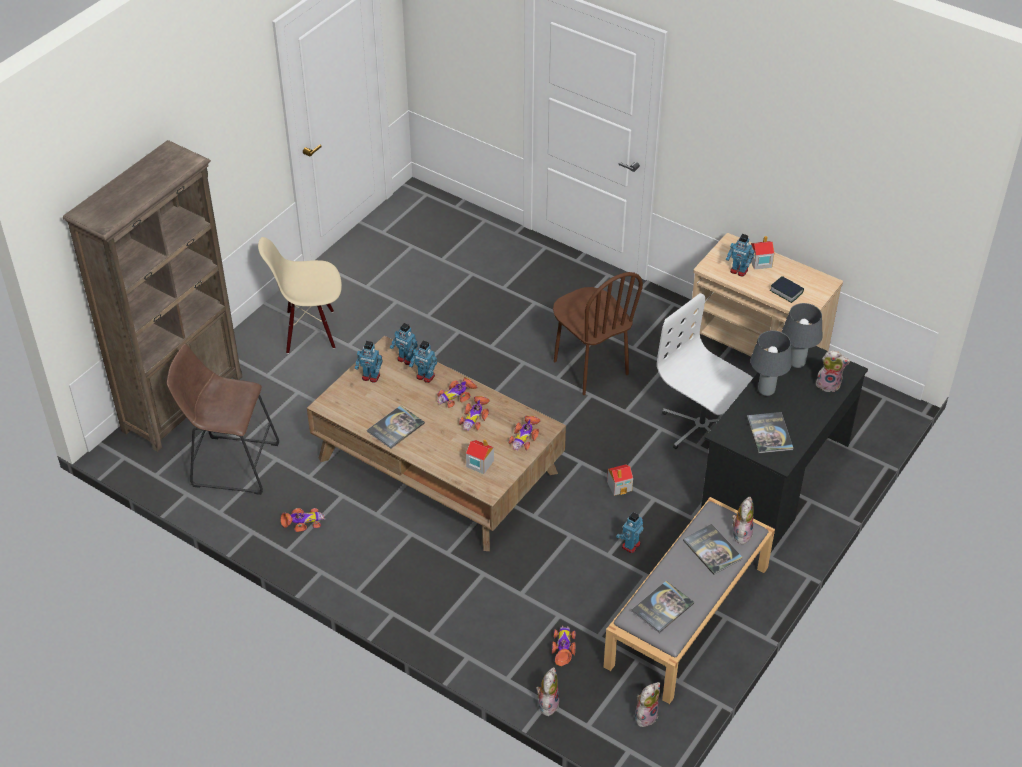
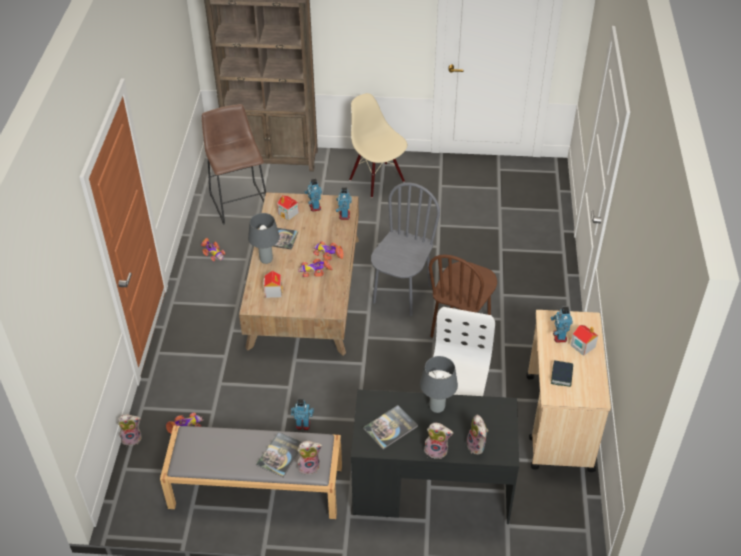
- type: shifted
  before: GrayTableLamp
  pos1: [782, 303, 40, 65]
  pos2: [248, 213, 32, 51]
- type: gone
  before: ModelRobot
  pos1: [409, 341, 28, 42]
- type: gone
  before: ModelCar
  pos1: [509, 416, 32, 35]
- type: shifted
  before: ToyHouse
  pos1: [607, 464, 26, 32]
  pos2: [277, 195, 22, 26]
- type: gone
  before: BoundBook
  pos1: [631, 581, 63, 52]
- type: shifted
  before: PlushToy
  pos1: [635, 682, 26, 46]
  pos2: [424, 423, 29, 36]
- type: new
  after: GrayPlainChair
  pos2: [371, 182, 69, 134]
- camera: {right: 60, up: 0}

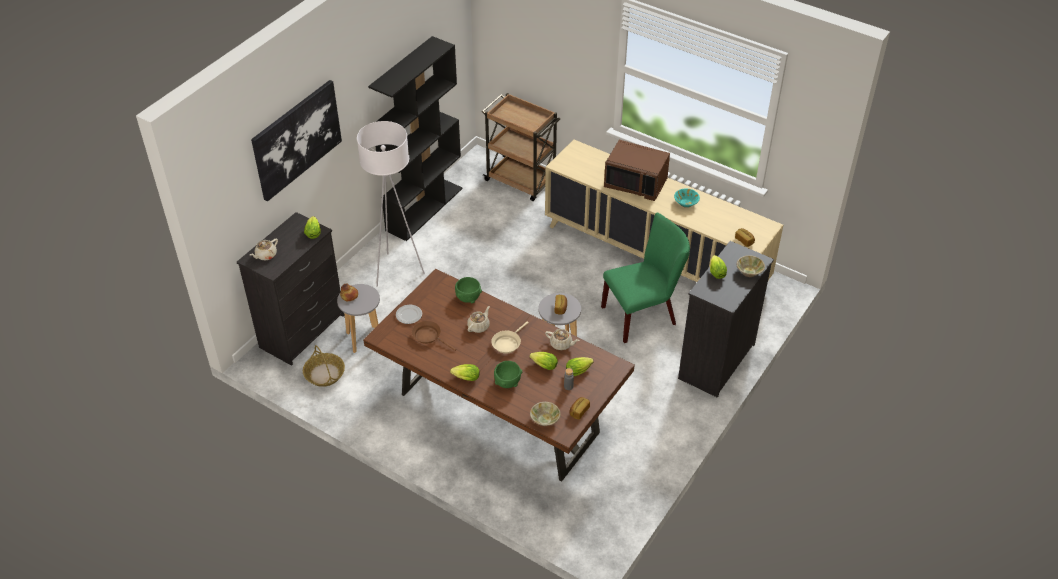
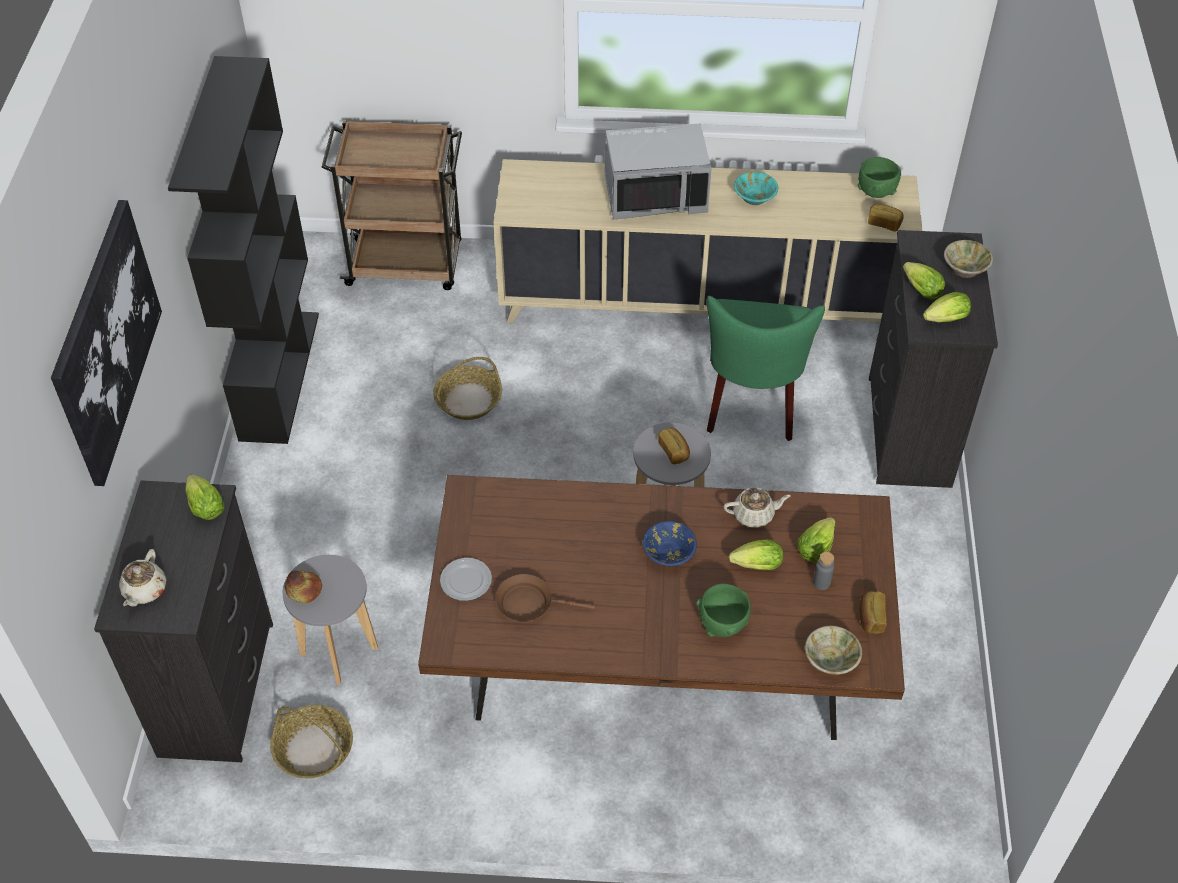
- type: gone
  before: WhiteStandingLamp
  pos1: [357, 121, 68, 166]
- type: repainted
  before: BrownColouredKitchenMicrowave
  after: GrayKitchenMicrowave
  pos1: [604, 139, 66, 62]
  pos2: [605, 123, 107, 97]
- type: rotated
  before: GreenPlainChair
  pos1: [601, 212, 89, 131]
  pos2: [707, 296, 118, 145]
  turn: 150
- type: shifted
  before: GreenDeepDish
  pos1: [455, 277, 27, 26]
  pos2: [858, 157, 43, 41]
- type: gone
  before: BeigeColouredTeapot
  pos1: [467, 306, 23, 27]
- type: swapped
  before: BeigeColouredPan
  after: BluishDeepDish
  pos1: [491, 321, 38, 33]
  pos2: [643, 521, 54, 45]
- type: shifted
  before: Lettuce
  pos1: [450, 364, 30, 17]
  pos2: [923, 292, 48, 30]
- type: new
  after: HouseholdBasket
  pos2: [433, 357, 69, 63]
- camera: {right: -30, up: 5}

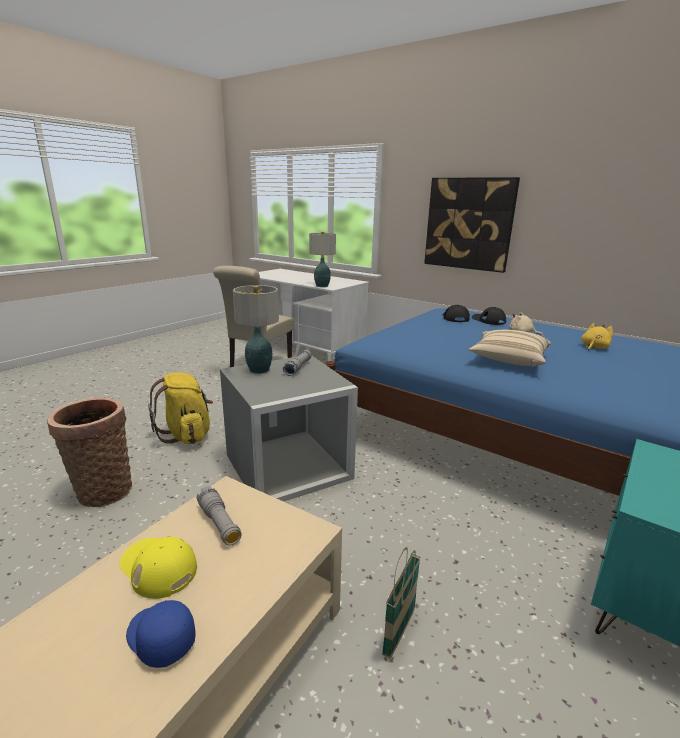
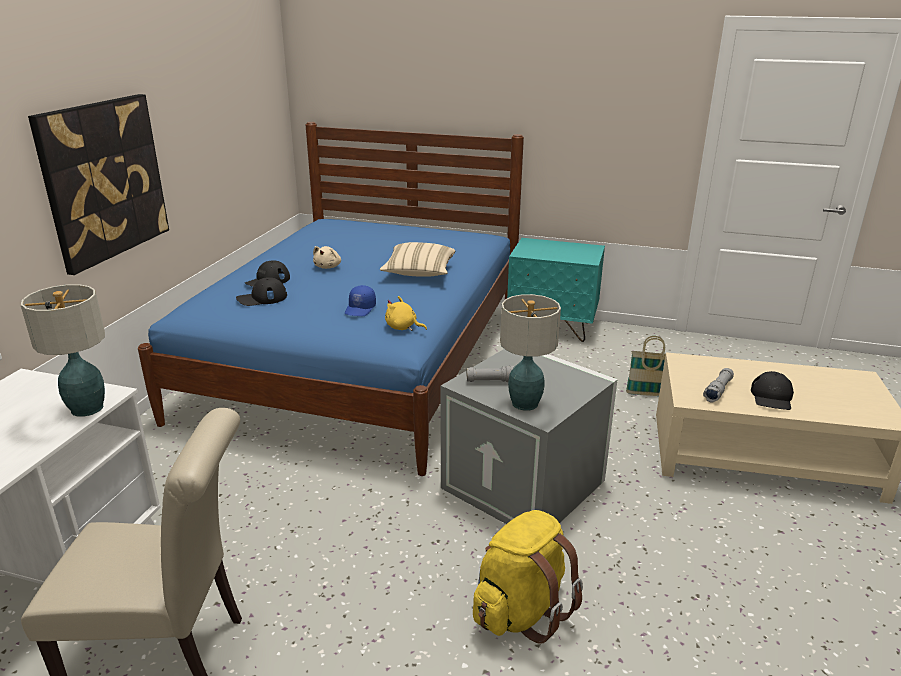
- type: shifted
  before: YellowColouredPlushToy
  pos1: [581, 323, 32, 27]
  pos2: [385, 296, 42, 35]
- type: gone
  before: HouseholdBasket
  pos1: [47, 397, 85, 110]
- type: repainted
  before: YellowColouredCap
  after: BlackColouredCap
  pos1: [120, 537, 77, 62]
  pos2: [751, 371, 43, 39]
- type: shifted
  before: BluishCap
  pos1: [126, 600, 70, 68]
  pos2: [345, 285, 31, 31]
- camera: {right: -110, up: 5}

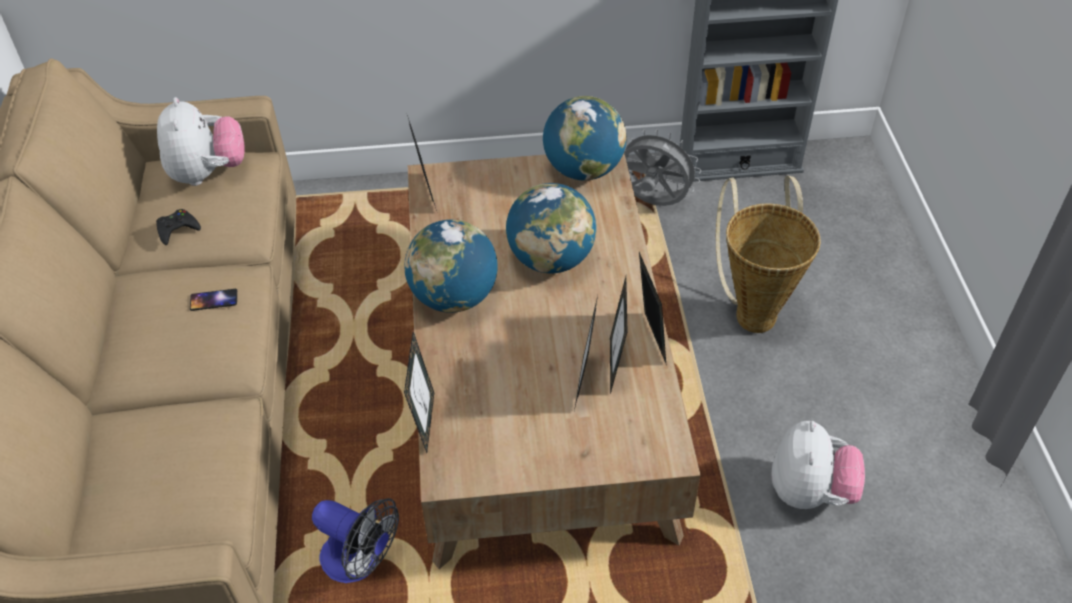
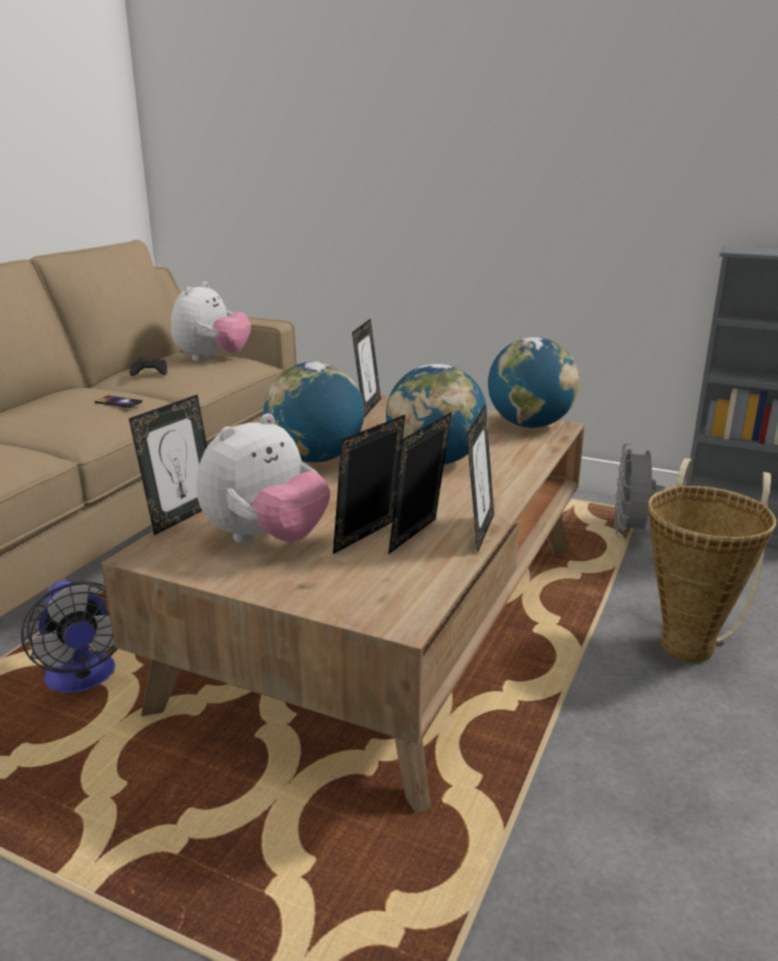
- type: rotated
  before: GrayElectricFan
  pos1: [624, 129, 77, 77]
  pos2: [614, 443, 51, 95]
  turn: -135
- type: shifted
  before: PlushToy
  pos1: [772, 421, 93, 88]
  pos2: [196, 413, 134, 130]
- camera: {right: 30, up: -25}

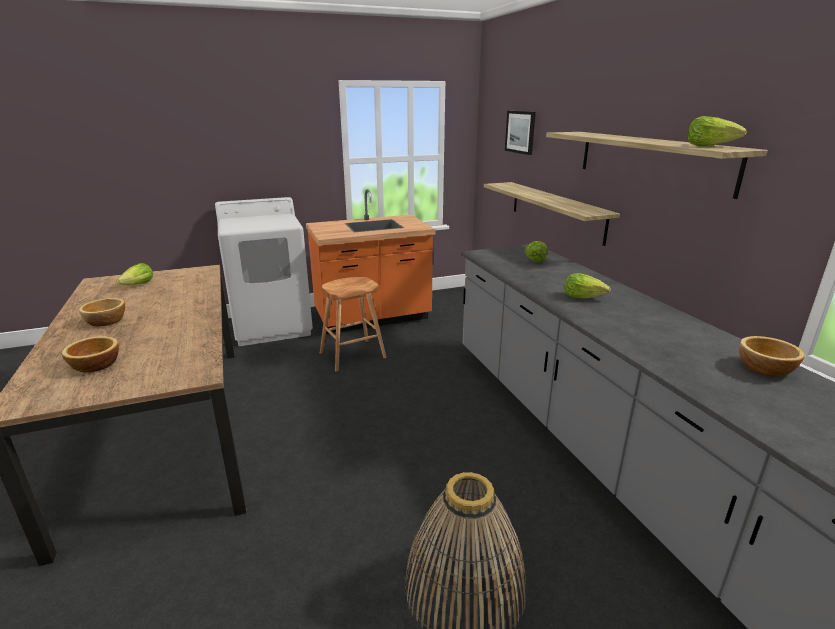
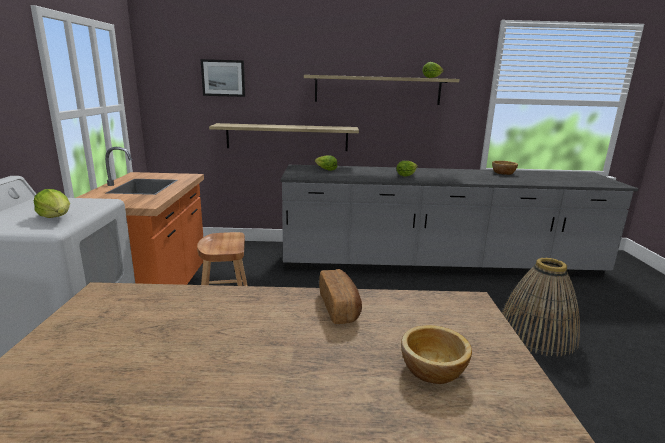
- type: shifted
  before: Lettuce
  pos1: [117, 263, 36, 22]
  pos2: [34, 189, 36, 29]
- type: gone
  before: DeepDish
  pos1: [79, 298, 46, 28]
- type: new
  after: BakedBread
  pos2: [319, 269, 43, 55]
- camera: {right: -70, up: -5}

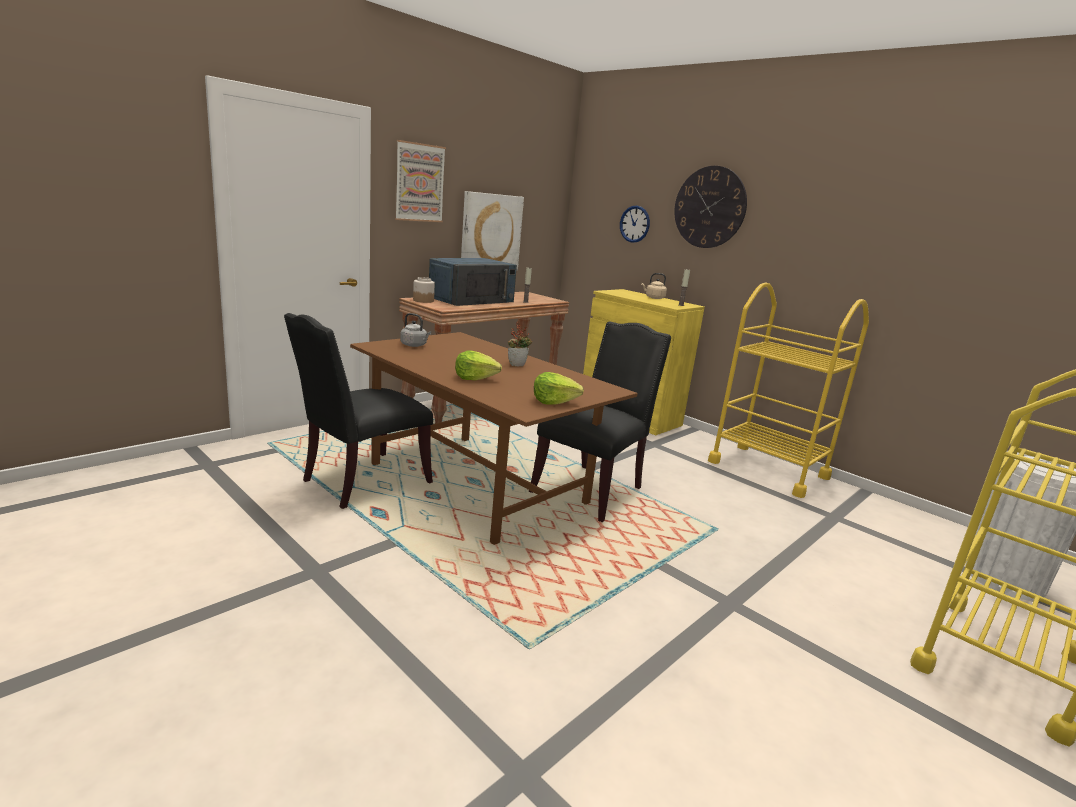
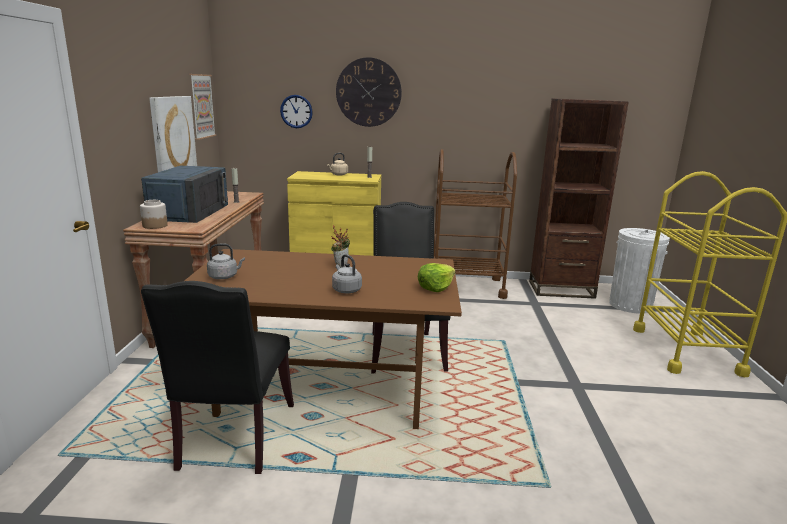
- type: shifted
  before: WallPicture
  pos1: [395, 140, 51, 82]
  pos2: [190, 74, 26, 66]
- type: repainted
  before: YellowColouredTrolley
  after: BrownColouredTrolley
  pos1: [708, 283, 161, 215]
  pos2: [434, 149, 83, 150]
- type: swapped
  before: Lettuce
  after: GrayKettle
  pos1: [455, 351, 47, 29]
  pos2: [332, 254, 30, 39]
- type: new
  after: BrownColouredShelvingUnit
  pos2: [529, 99, 100, 200]
- camera: {right: -40, up: 0}

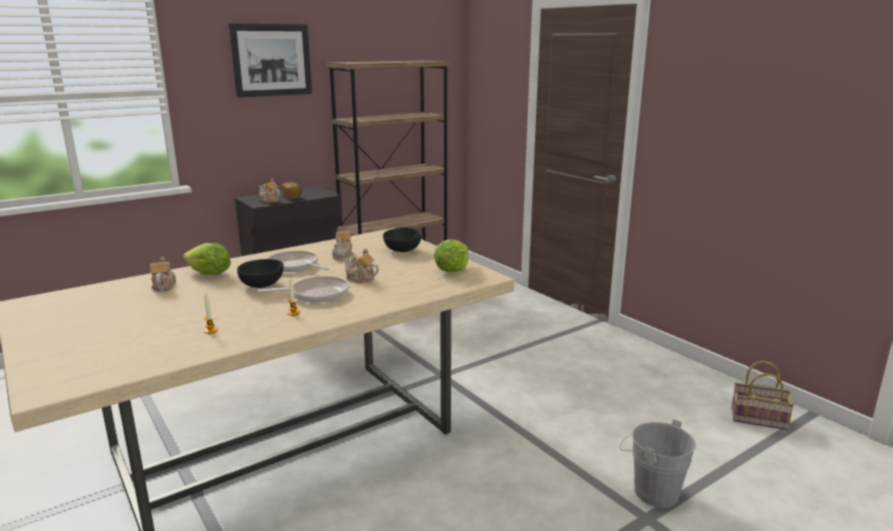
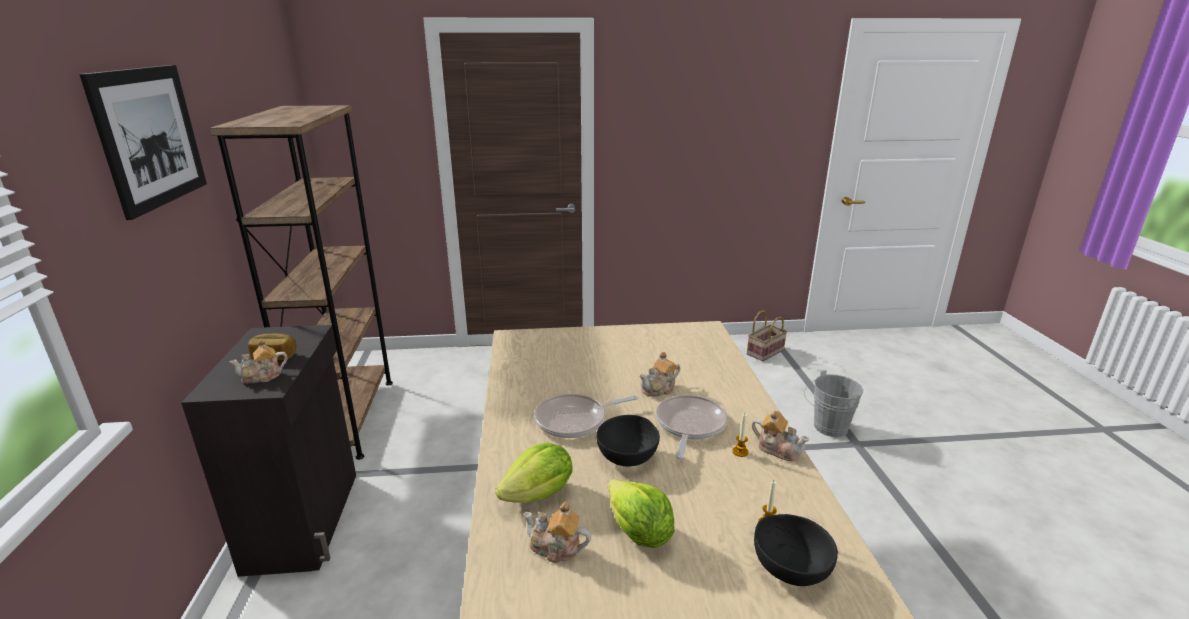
- type: shifted
  before: Teapot
  pos1: [332, 226, 22, 34]
  pos2: [752, 410, 57, 51]
- type: shifted
  before: BlackColouredDeepDish
  pos1: [383, 227, 39, 25]
  pos2: [754, 514, 84, 72]
- type: shifted
  before: Lettuce
  pos1: [434, 240, 34, 32]
  pos2: [608, 479, 67, 69]
- camera: {right: -60, up: 5}

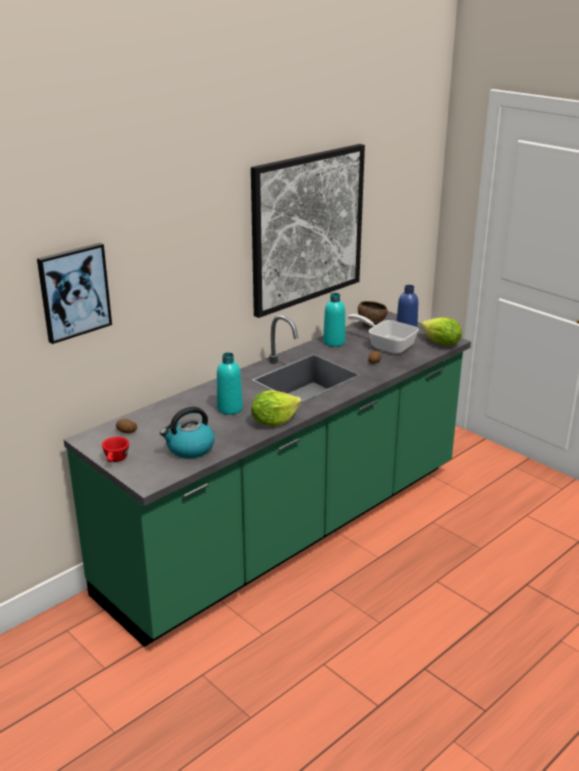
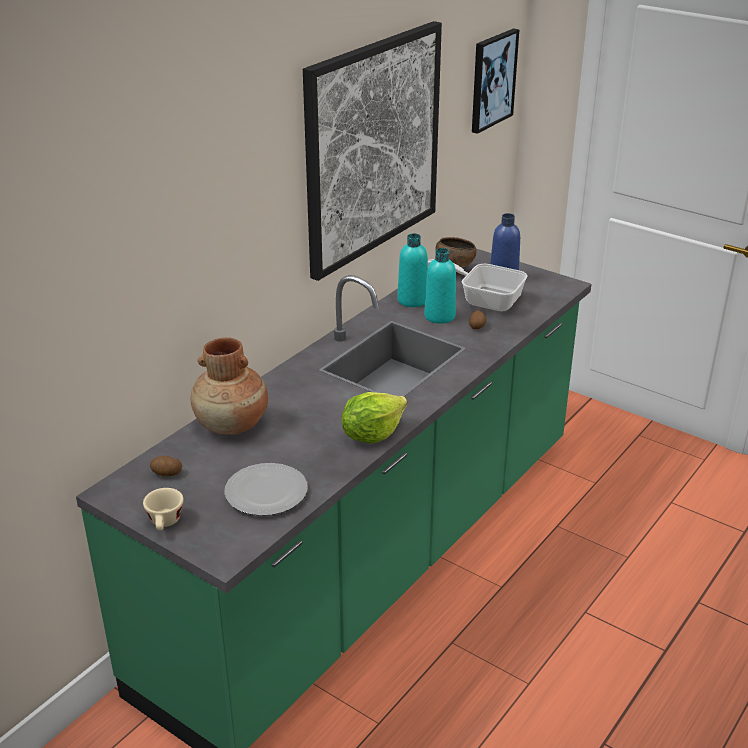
- type: shifted
  before: WallPicture
  pos1: [37, 243, 75, 101]
  pos2: [472, 28, 47, 106]
- type: gone
  before: Lettuce
  pos1: [421, 317, 41, 29]
- type: shifted
  before: TurquoiseBottle
  pos1: [217, 353, 26, 62]
  pos2: [424, 248, 32, 76]
- type: swapped
  before: Kettle
  after: DinnerPlate
  pos1: [160, 407, 55, 52]
  pos2: [224, 463, 83, 53]
- type: repainted
  before: RedSmallCup
  after: BeigeColouredSmallCup
  pos1: [102, 437, 27, 25]
  pos2: [143, 488, 40, 42]
- type: new
  after: BrownColouredFlowerVase
  pos2: [191, 338, 77, 97]
- camera: {right: -10, up: 5}

